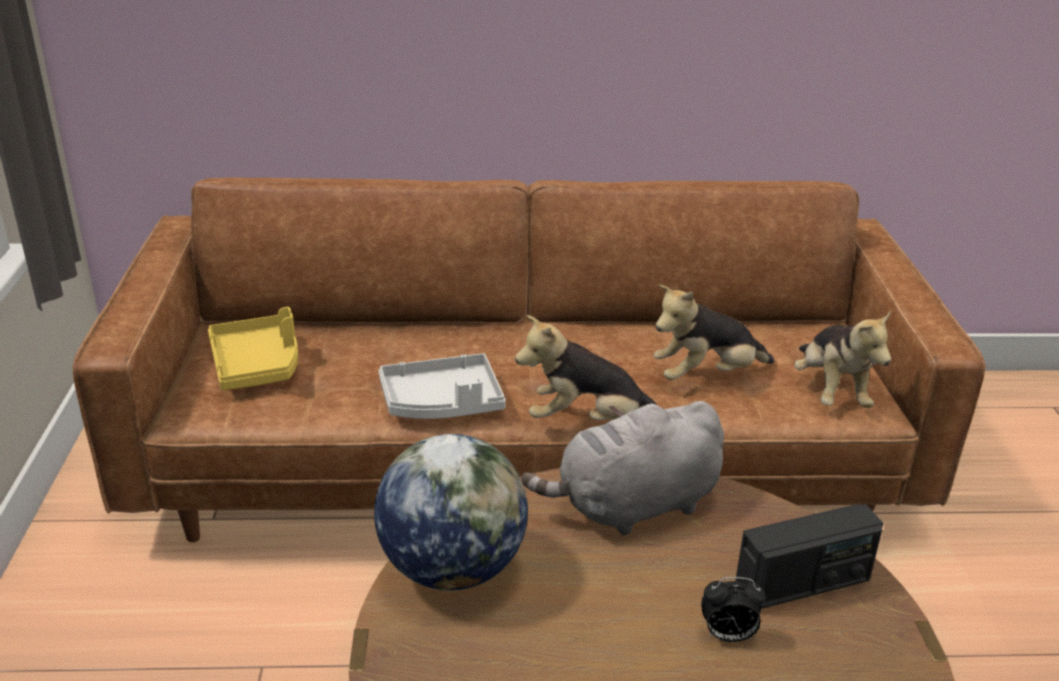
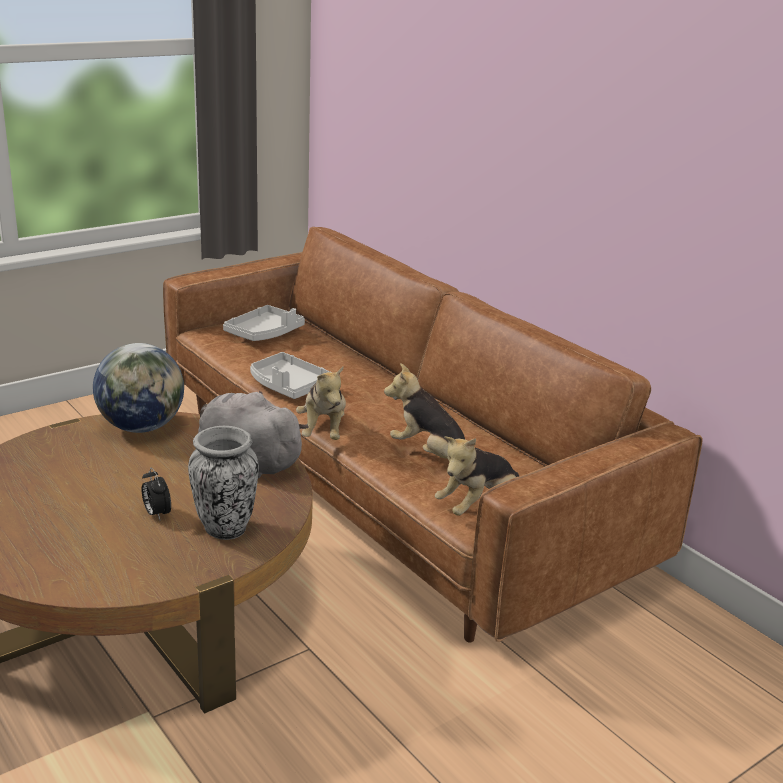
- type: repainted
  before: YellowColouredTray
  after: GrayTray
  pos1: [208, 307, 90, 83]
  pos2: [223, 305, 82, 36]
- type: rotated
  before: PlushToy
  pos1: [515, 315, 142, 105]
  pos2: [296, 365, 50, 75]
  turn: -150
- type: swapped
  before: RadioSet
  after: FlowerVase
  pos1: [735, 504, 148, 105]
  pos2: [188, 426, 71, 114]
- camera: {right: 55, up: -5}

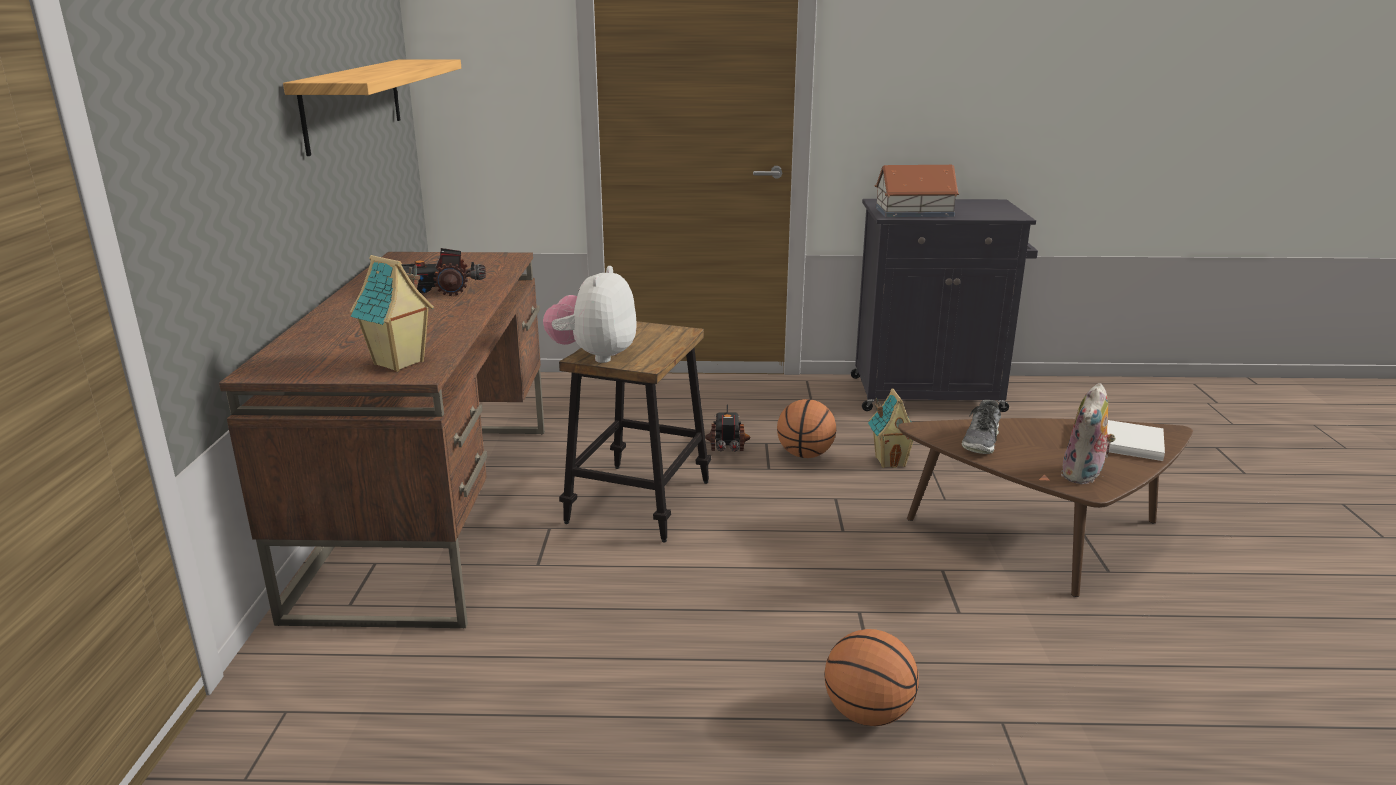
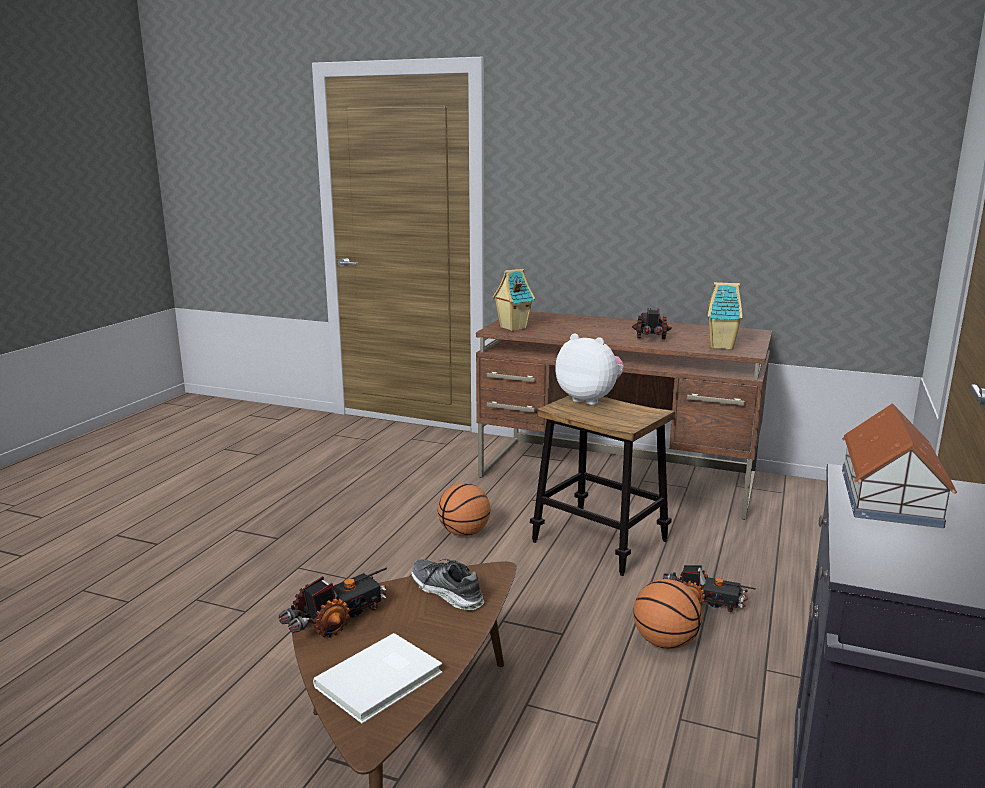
- type: gone
  before: Shelf
  pos1: [283, 59, 178, 97]
- type: swapped
  before: PlushToy
  after: ModelTruck
  pos1: [1061, 383, 55, 102]
  pos2: [279, 568, 108, 70]
- type: shifted
  before: ToyHouse
  pos1: [868, 388, 46, 80]
  pos2: [708, 282, 34, 68]
- type: shifted
  before: BallForBasketball
  pos1: [824, 629, 95, 97]
  pos2: [438, 483, 52, 53]
- camera: {right: 110, up: -5}

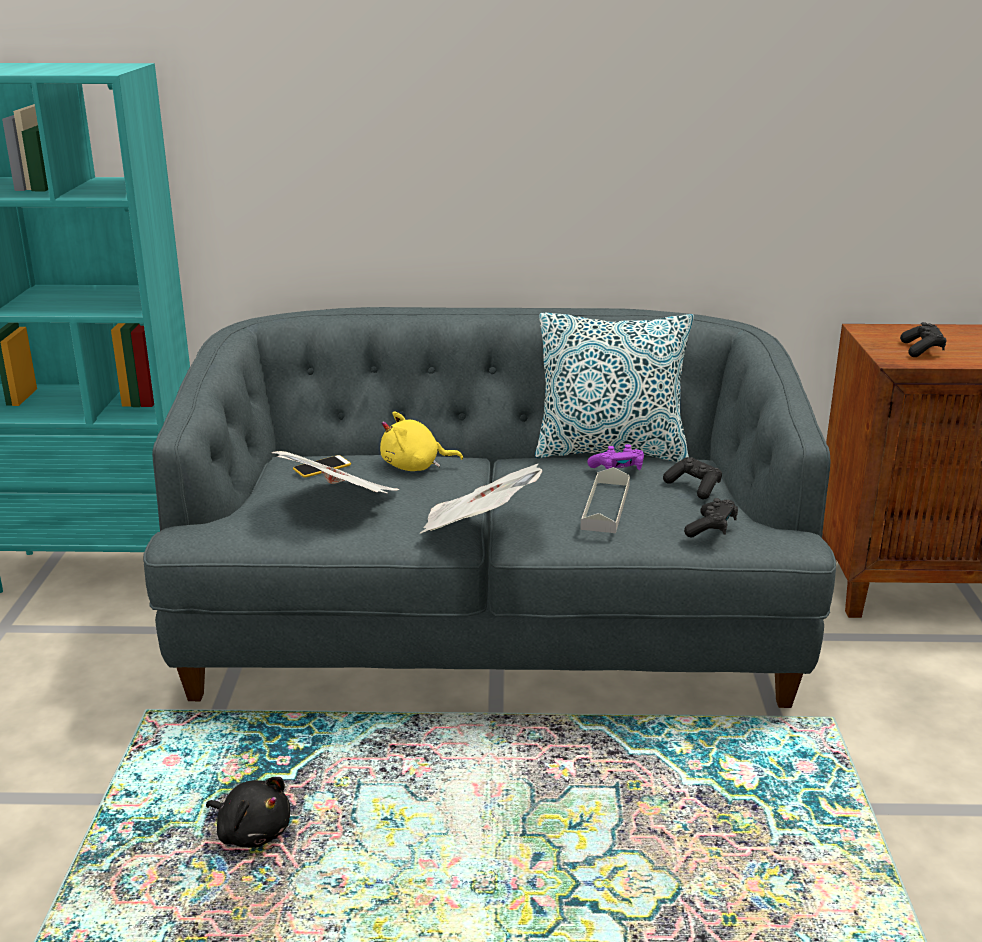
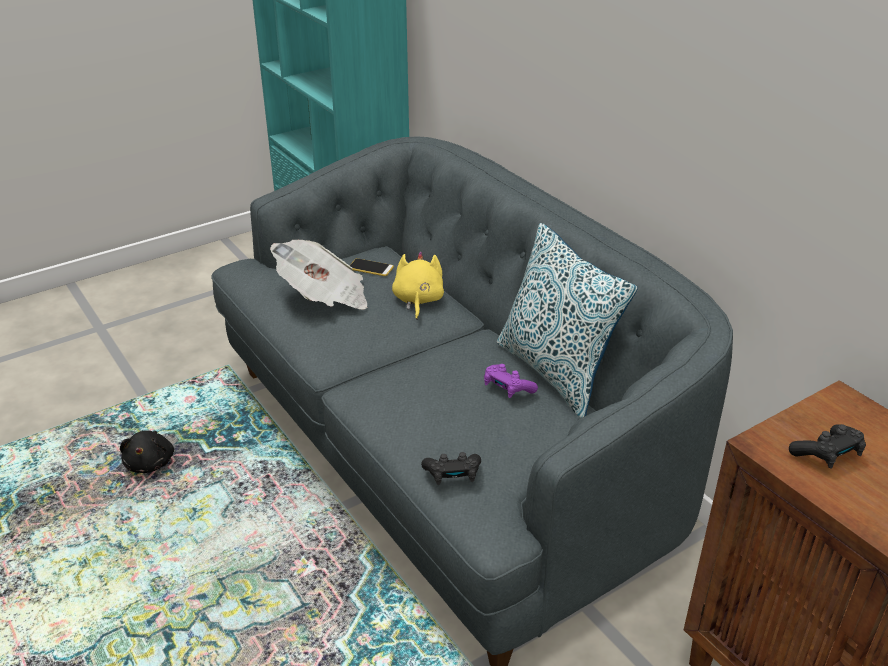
- type: rotated
  before: YellowColouredPlushToy
  pos1: [380, 411, 83, 60]
  pos2: [392, 251, 52, 69]
  turn: 45
- type: gone
  before: BlackColouredJoypad
  pos1: [663, 457, 59, 43]
- type: gone
  before: Newspaper
  pos1: [420, 464, 122, 69]
- type: gone
  before: GrayTray
  pos1: [580, 467, 50, 66]
- camera: {right: 55, up: 10}

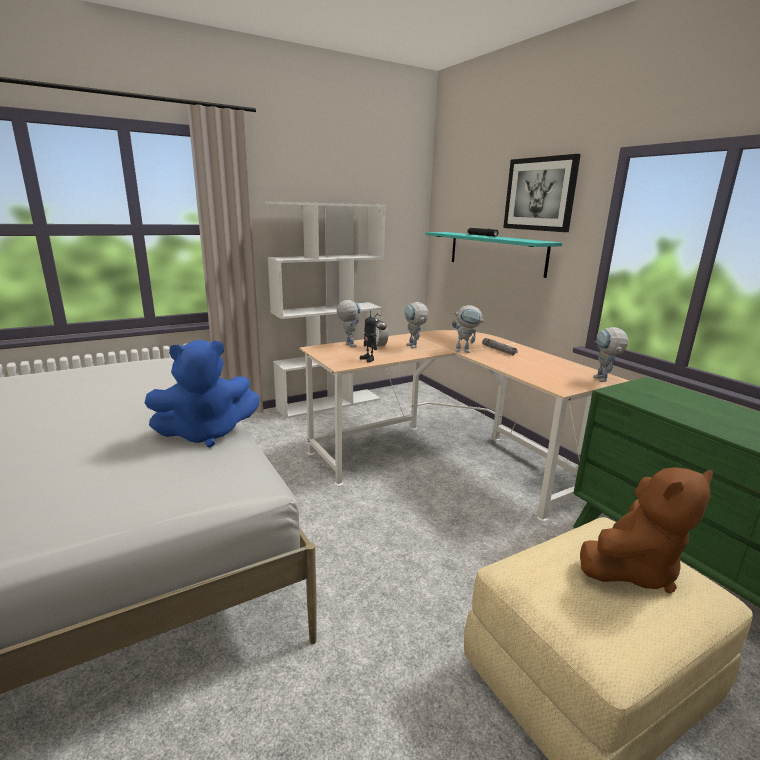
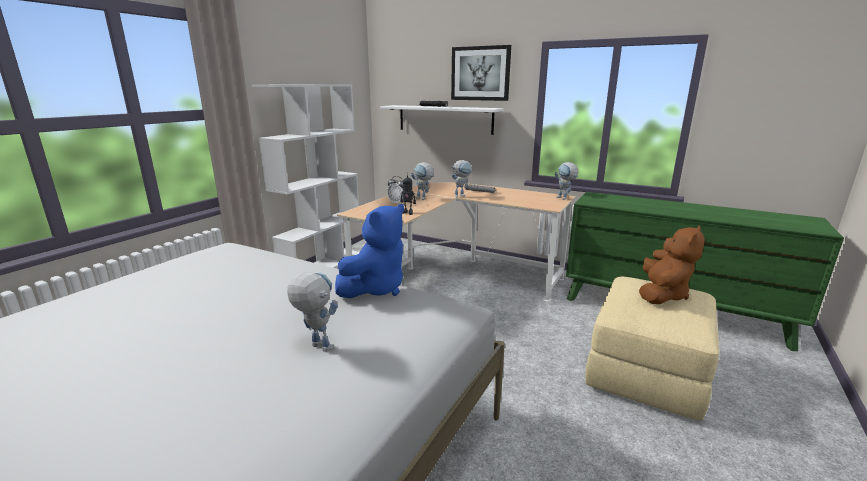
- type: repainted
  before: TurquoiseShelf
  after: WhiteShelf
  pos1: [426, 232, 136, 46]
  pos2: [380, 105, 124, 30]
- type: shifted
  before: ModelRobot
  pos1: [337, 300, 24, 47]
  pos2: [287, 272, 51, 80]
- camera: {right: -30, up: 0}

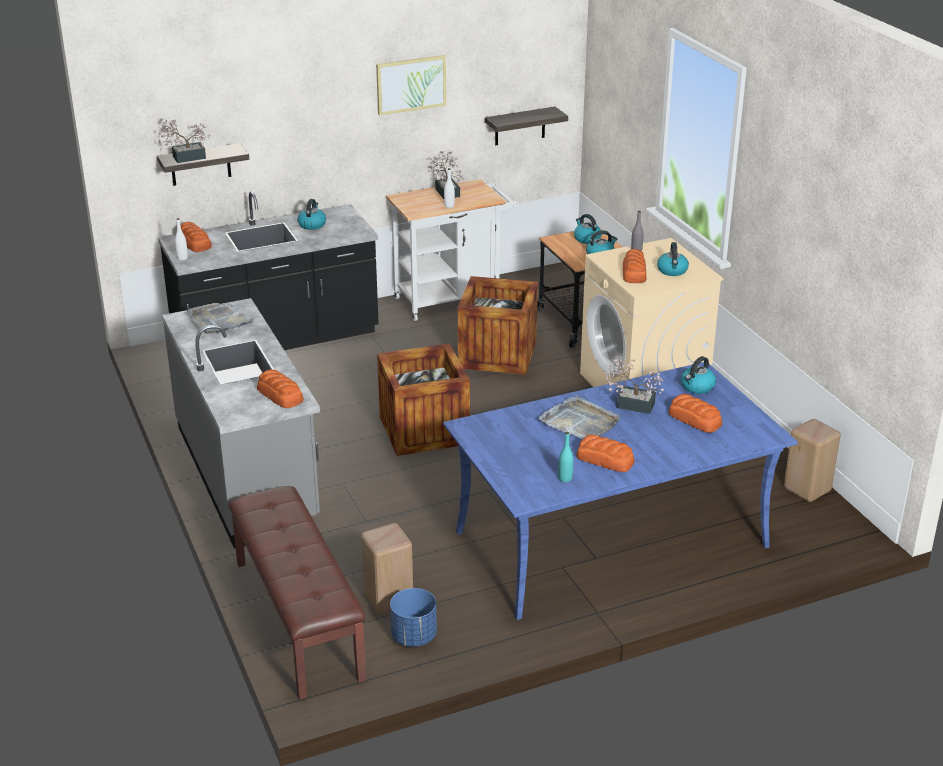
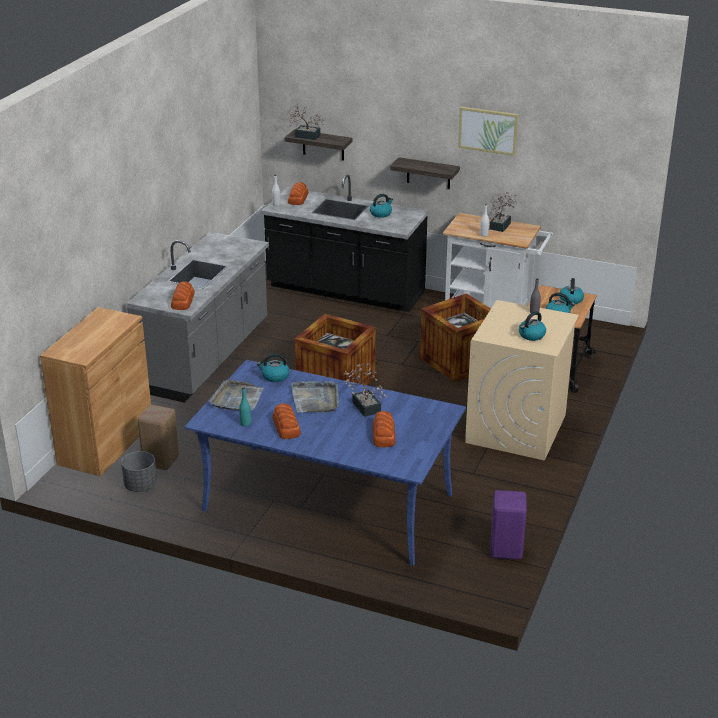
- type: shifted
  before: Shelf
  pos1: [485, 107, 83, 38]
  pos2: [390, 157, 70, 32]
- type: gone
  before: BakedBread
  pos1: [623, 249, 23, 34]
- type: shifted
  before: GrayTray
  pos1: [187, 303, 67, 31]
  pos2: [209, 379, 54, 32]
- type: shifted
  before: Kettle
  pos1: [681, 356, 35, 38]
  pos2: [257, 353, 32, 29]
- type: repainted
  before: BeigeColouredSittingStool
  after: PurpleSittingStool
  pos1: [784, 419, 57, 83]
  pos2: [490, 490, 37, 70]
- type: swapped
  before: BrownColouredBench
  after: BrownColouredStorageCabinet
  pos1: [228, 486, 138, 214]
  pos2: [40, 307, 111, 169]
- type: repainted
  before: BluishPlantPot
  after: GrayPlantPot
  pos1: [390, 588, 47, 59]
  pos2: [121, 451, 36, 41]
- camera: {right: 45, up: 0}

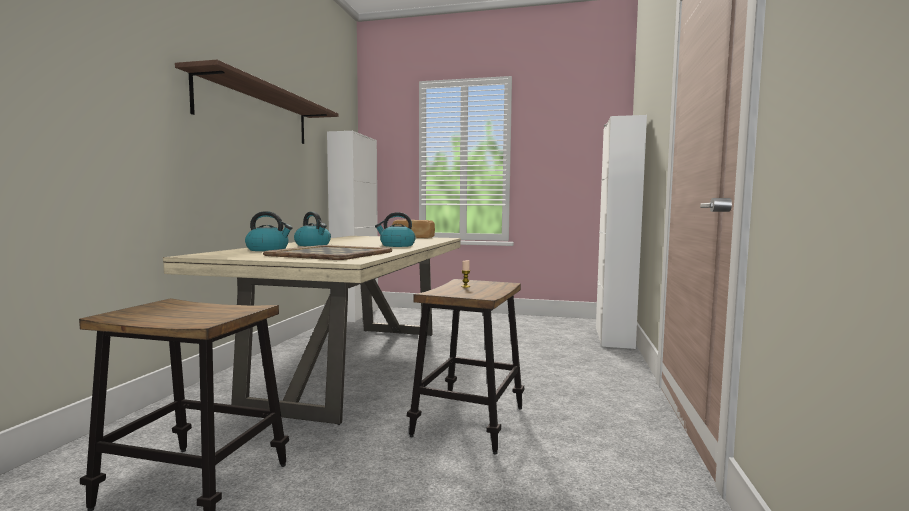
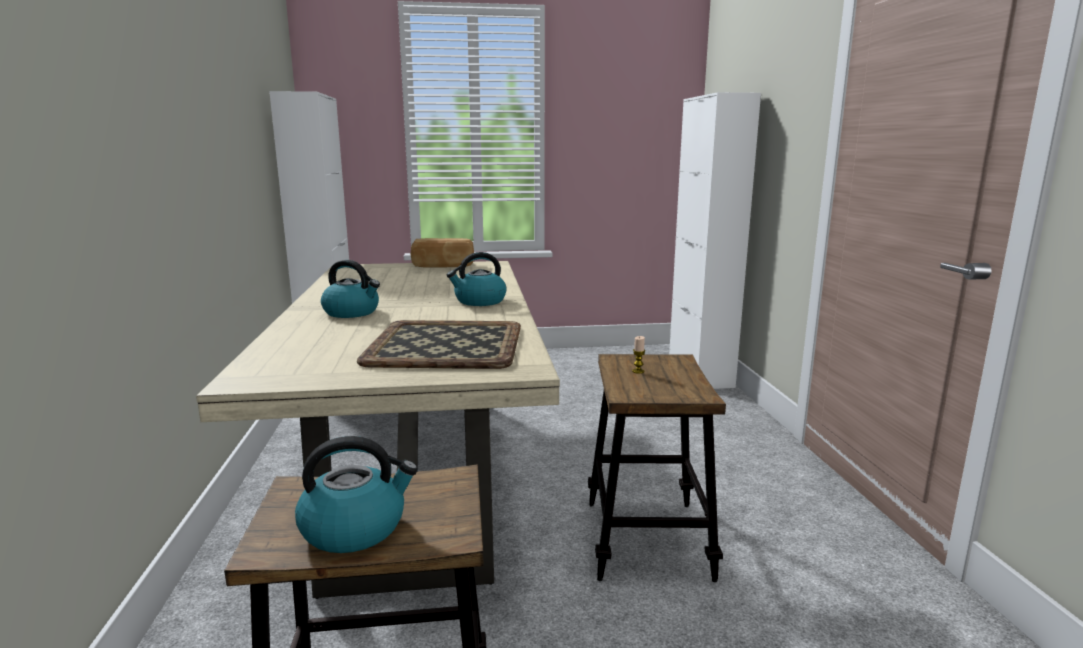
- type: gone
  before: Shelf
  pos1: [175, 60, 164, 84]
- type: shifted
  before: Kettle
  pos1: [245, 211, 48, 40]
  pos2: [295, 436, 123, 117]
- camera: {right: -20, up: 10}

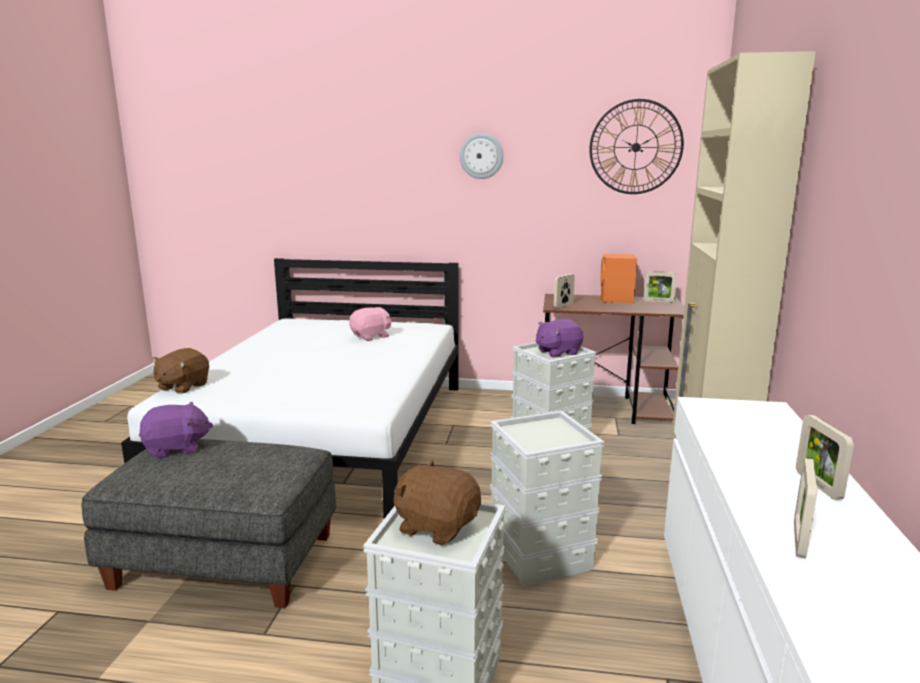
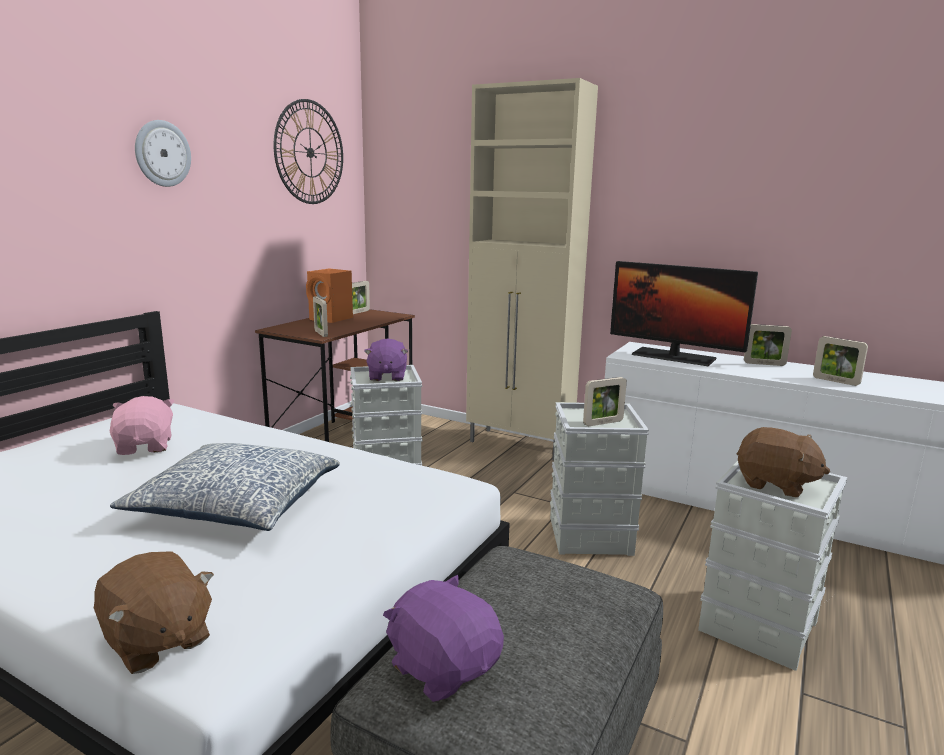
- type: rotated
  before: PurplePlushToy
  pos1: [139, 402, 74, 57]
  pos2: [383, 575, 121, 127]
  turn: -45
- type: rotated
  before: BrownColouredPlushToy
  pos1: [394, 460, 87, 86]
  pos2: [737, 427, 93, 71]
  turn: -105
- type: new
  after: ComputerDisplay
  pos2: [610, 261, 148, 105]
- type: new
  after: PhotoFrame
  pos2: [583, 377, 44, 49]
- type: new
  after: ThrowPillow
  pos2: [110, 443, 230, 88]
- camera: {right: -70, up: 0}

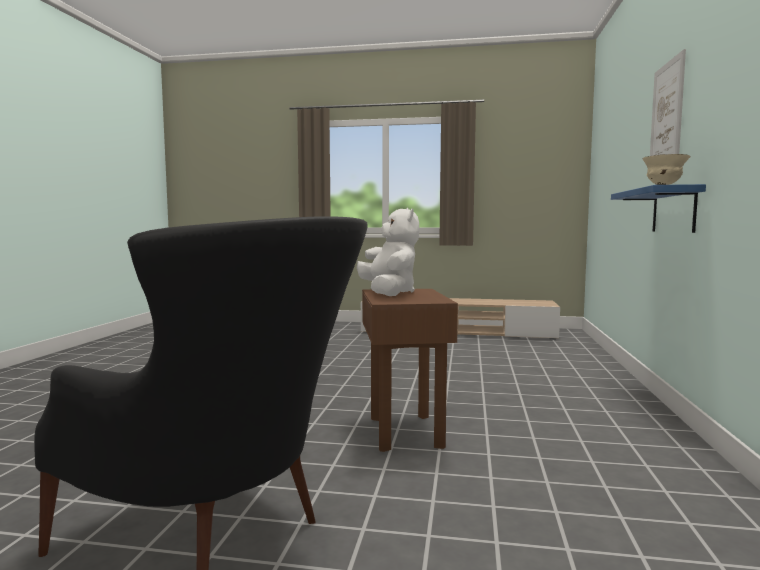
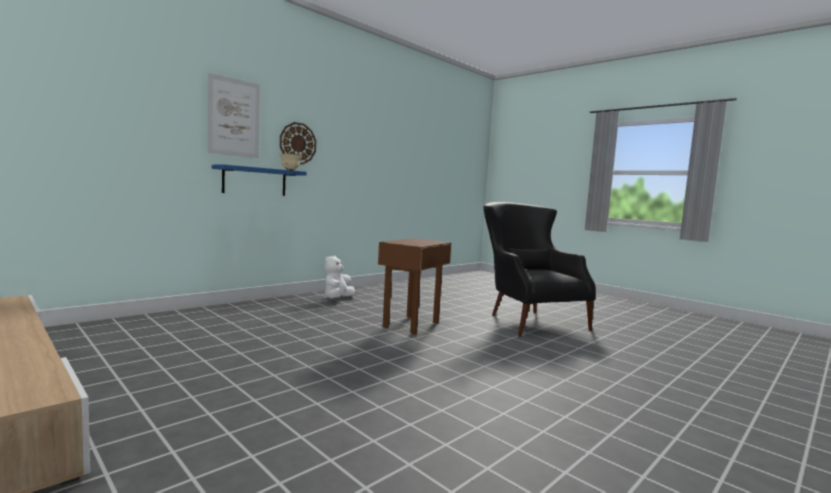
- type: shifted
  before: WhitePlushToy
  pos1: [357, 208, 62, 88]
  pos2: [324, 256, 31, 42]
- type: new
  after: ClockOnTheWall
  pos2: [280, 122, 36, 43]
- camera: {right: -145, up: 0}

